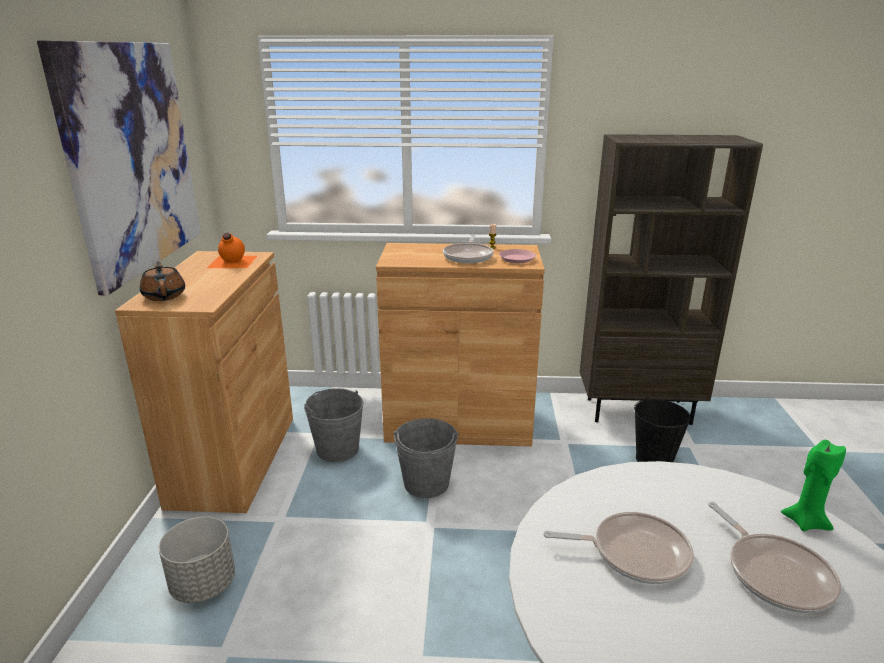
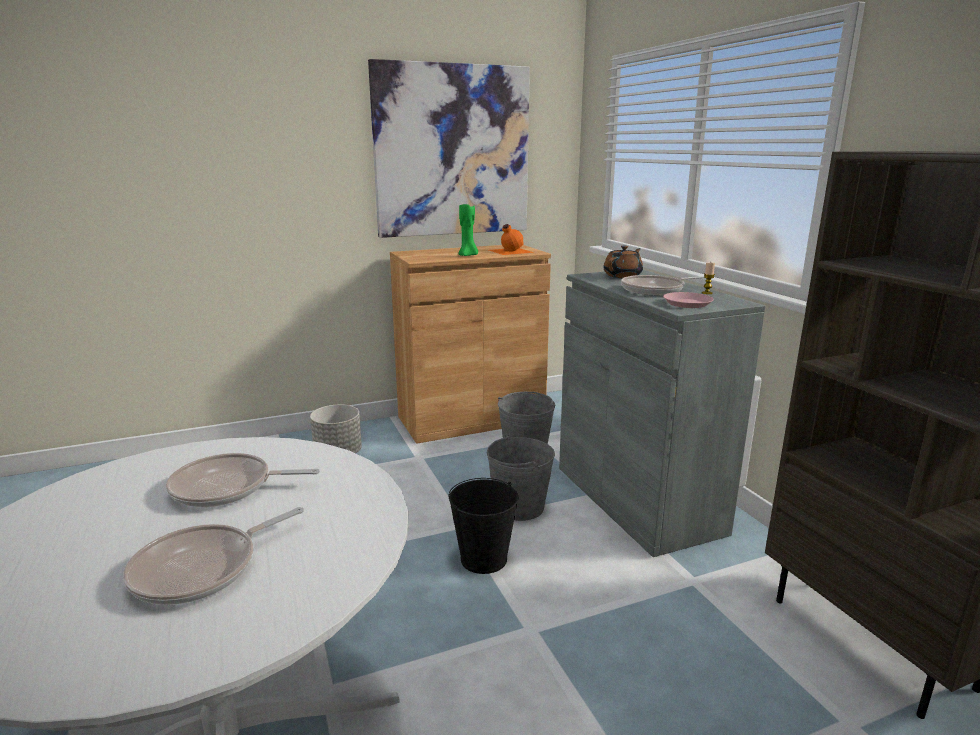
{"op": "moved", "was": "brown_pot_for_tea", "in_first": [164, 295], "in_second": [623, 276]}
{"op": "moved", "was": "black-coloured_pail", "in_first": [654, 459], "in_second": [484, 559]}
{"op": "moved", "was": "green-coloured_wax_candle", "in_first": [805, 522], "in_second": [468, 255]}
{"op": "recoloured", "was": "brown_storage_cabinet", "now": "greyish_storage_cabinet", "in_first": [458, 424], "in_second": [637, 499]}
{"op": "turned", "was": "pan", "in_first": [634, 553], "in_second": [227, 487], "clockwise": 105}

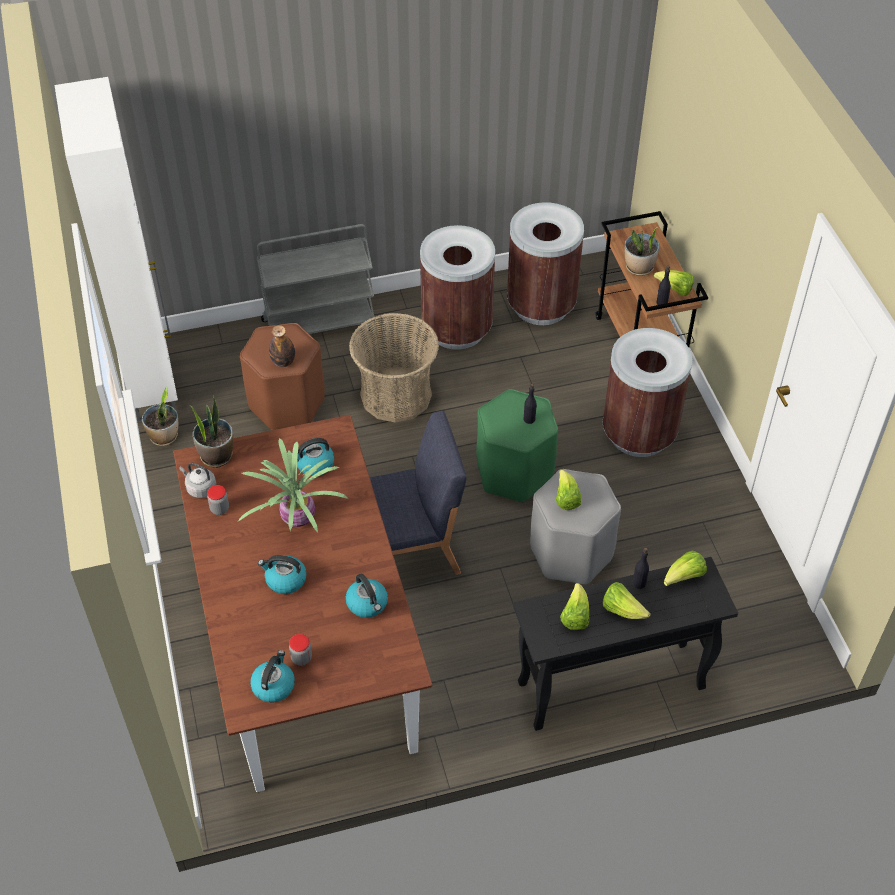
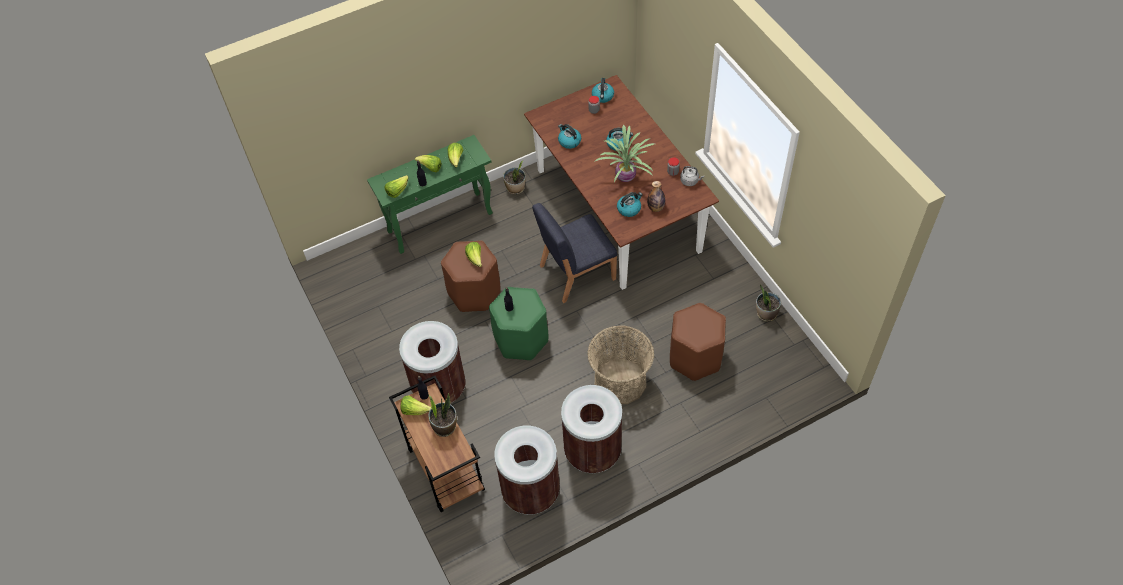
{"op": "removed", "was": "white-coloured_storage_cabinet", "in_first": [152, 383]}
{"op": "removed", "was": "greyish_cart", "in_first": [320, 324]}
{"op": "moved", "was": "potted_plant", "in_first": [216, 455], "in_second": [515, 188]}
{"op": "moved", "was": "beverage_bottle", "in_first": [283, 362], "in_second": [656, 208]}
{"op": "recoloured", "was": "black-coloured_narrow_table", "now": "green-coloured_narrow_table", "in_first": [609, 686], "in_second": [441, 222]}
{"op": "recoloured", "was": "greyish_sitting_stool", "now": "brown_sitting_stool", "in_first": [570, 553], "in_second": [474, 292]}

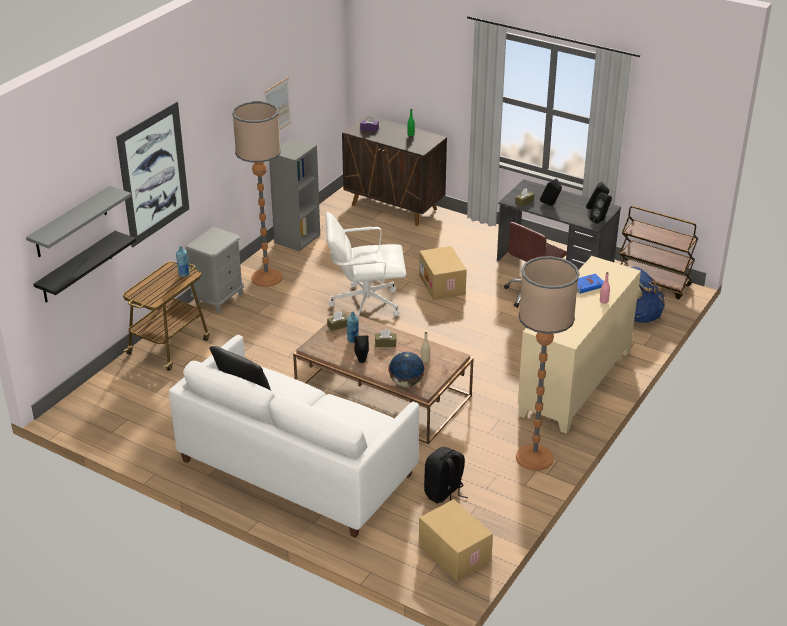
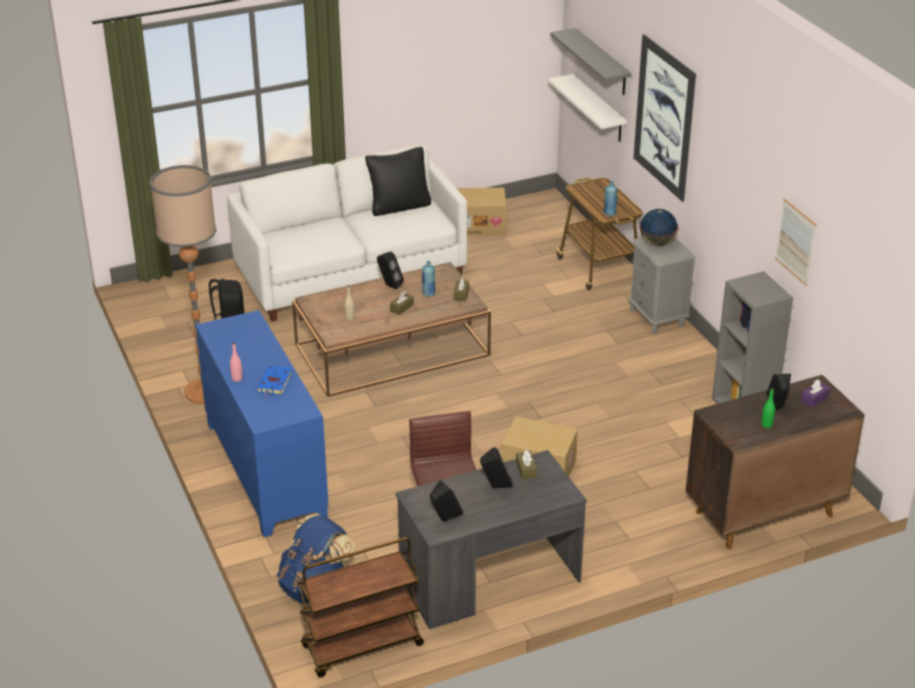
{"op": "removed", "was": "standard_lamp", "in_first": [266, 278]}
{"op": "removed", "was": "white-coloured_office_chair", "in_first": [365, 304]}
{"op": "moved", "was": "world_globe", "in_first": [406, 383], "in_second": [657, 243]}
{"op": "moved", "was": "carton", "in_first": [453, 553], "in_second": [479, 225]}
{"op": "moved", "was": "black-coloured_loudspeaker", "in_first": [600, 221], "in_second": [777, 408]}
{"op": "recoloured", "was": "black-coloured_bracket_shelf", "now": "white-coloured_bracket_shelf", "in_first": [77, 267], "in_second": [598, 109]}
{"op": "recoloured", "was": "sand-coloured_storage_cabinet", "now": "blue_storage_cabinet", "in_first": [576, 383], "in_second": [264, 470]}

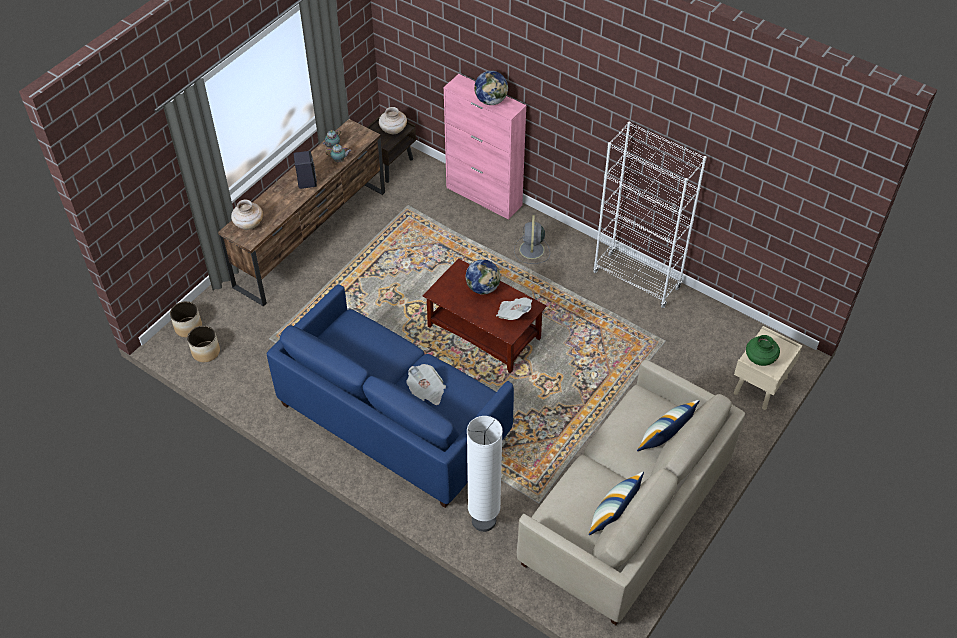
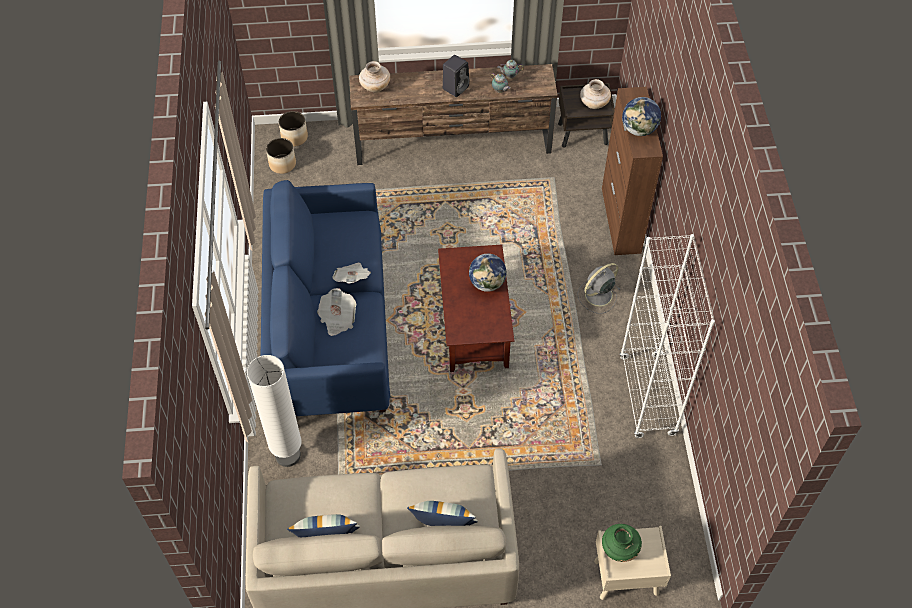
{"op": "moved", "was": "printed_paper", "in_first": [513, 314], "in_second": [352, 279]}
{"op": "recoloured", "was": "pinkish_storage_cabinet", "now": "brown_storage_cabinet", "in_first": [484, 196], "in_second": [621, 220]}

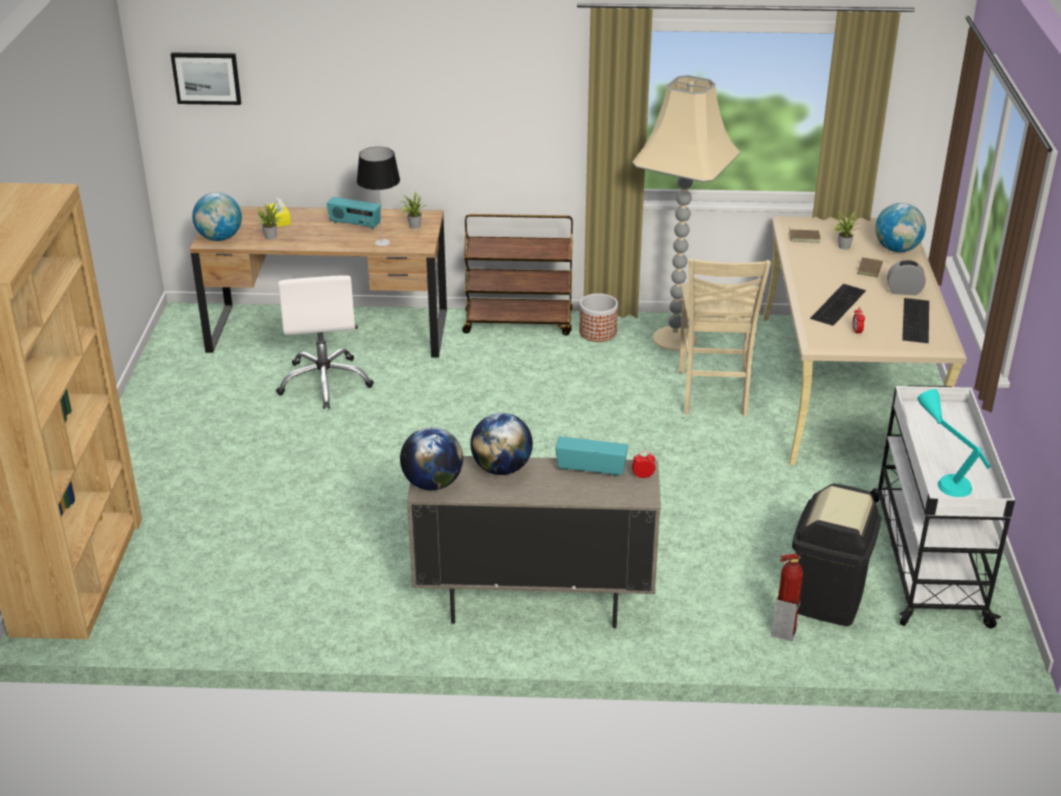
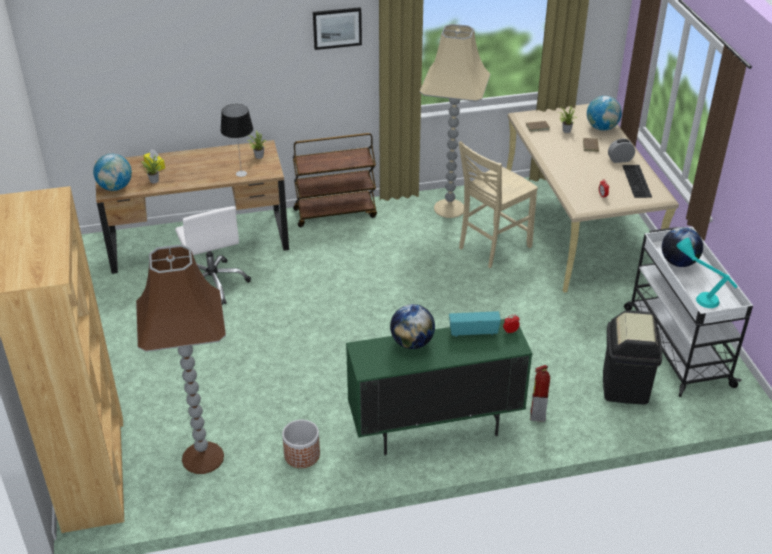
{"op": "removed", "was": "radio", "in_first": [355, 224]}
{"op": "removed", "was": "keyboard", "in_first": [837, 303]}
{"op": "added", "now": "brown_standard_lamp", "in_second": [202, 457]}
{"op": "moved", "was": "wall_picture", "in_first": [206, 78], "in_second": [337, 28]}
{"op": "moved", "was": "world_globe", "in_first": [432, 484], "in_second": [678, 262]}
{"op": "moved", "was": "plant_pot", "in_first": [597, 332], "in_second": [301, 455]}
{"op": "moved", "was": "fire_extinguisher", "in_first": [783, 631], "in_second": [537, 415]}
{"op": "recoloured", "was": "sand-coloured_storage_cabinet", "now": "green-coloured_storage_cabinet", "in_first": [534, 603], "in_second": [435, 428]}
{"op": "turned", "was": "sand-coloured_chair", "in_first": [713, 394], "in_second": [492, 247], "clockwise": 60}

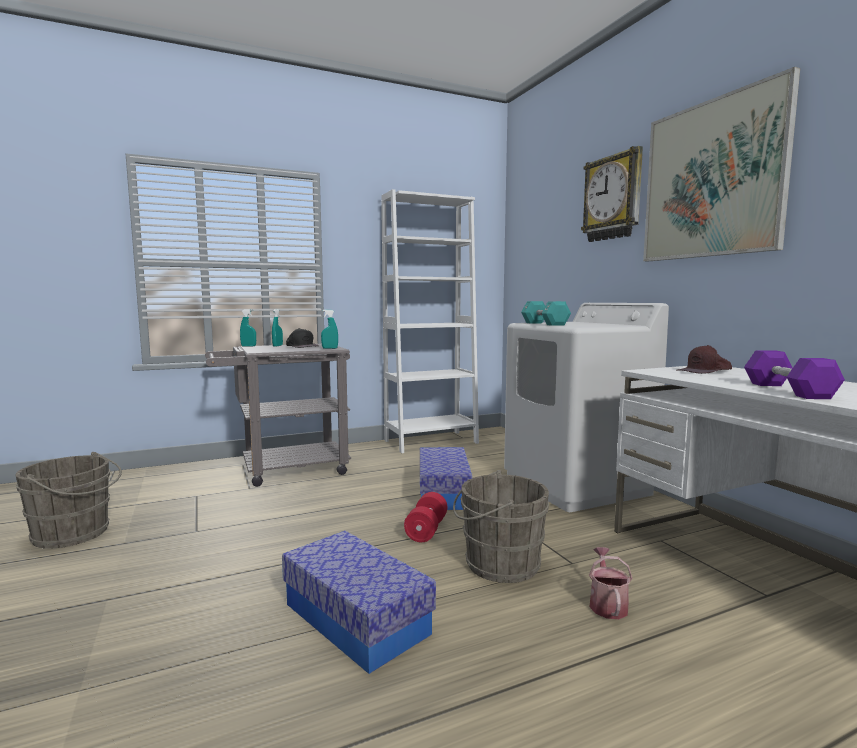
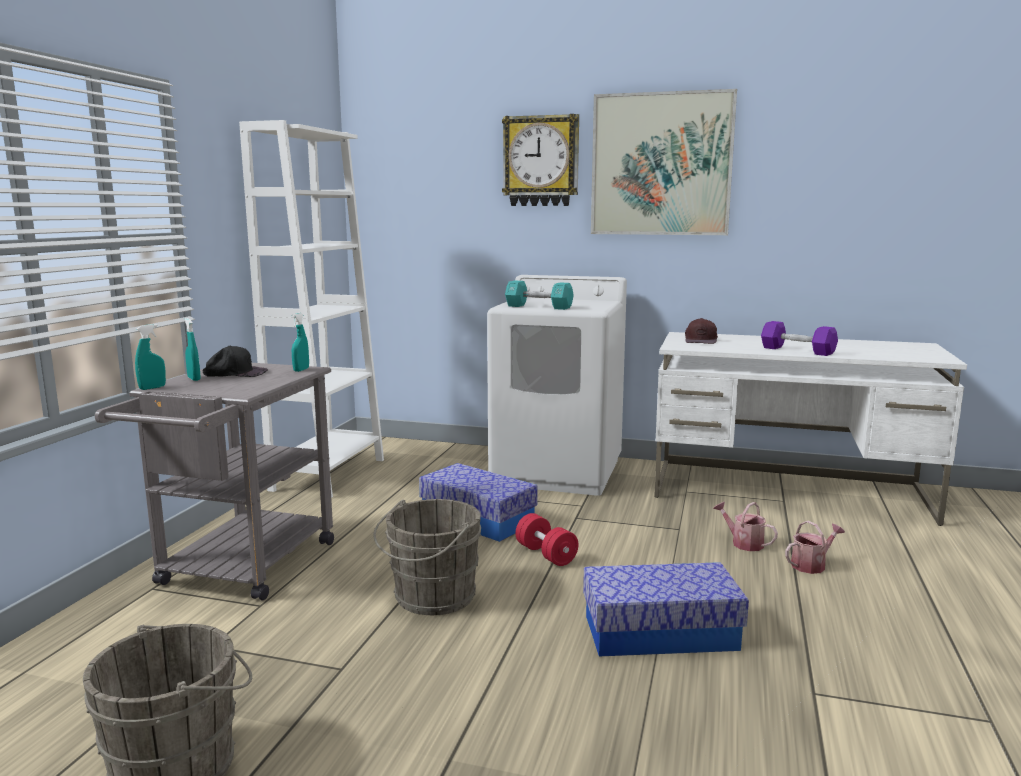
{"op": "added", "now": "watering_can", "in_second": [811, 565]}
{"op": "moved", "was": "greyish_pail", "in_first": [497, 564], "in_second": [431, 598]}

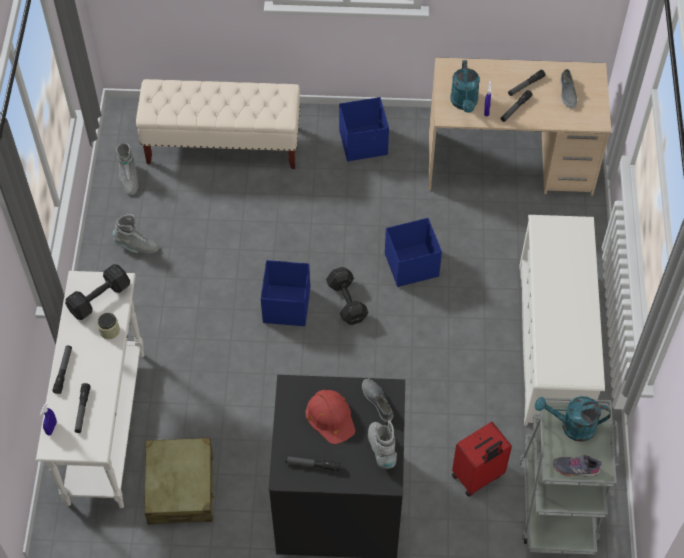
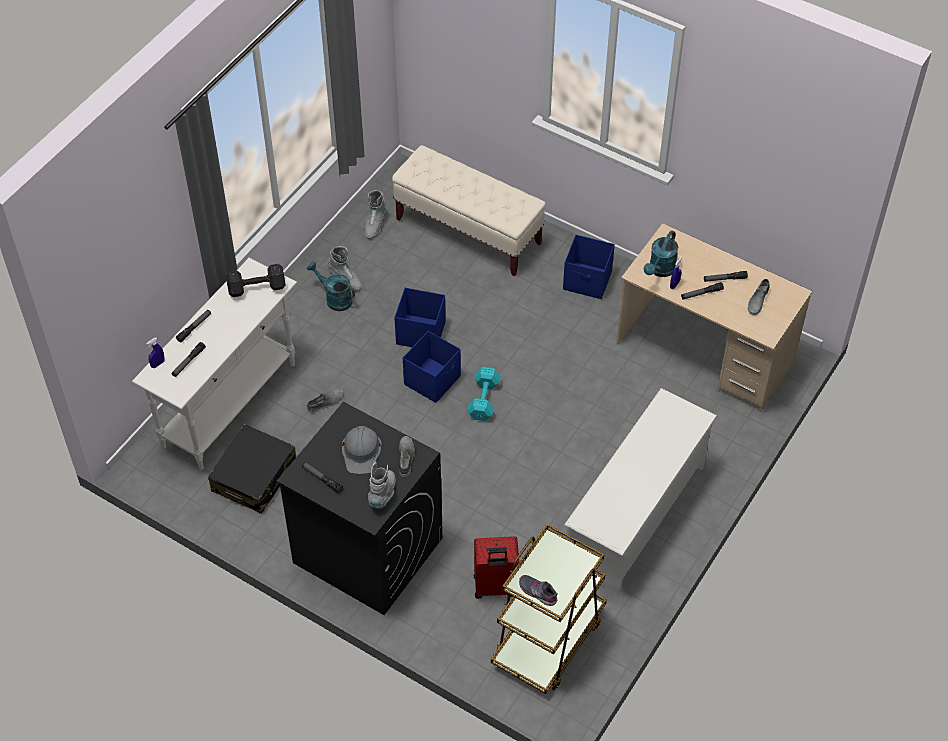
{"op": "removed", "was": "jar", "in_first": [109, 331]}
{"op": "added", "now": "greyish_shoe", "in_second": [325, 403]}
{"op": "moved", "was": "blue_storage_box", "in_first": [410, 265], "in_second": [420, 333]}
{"op": "moved", "was": "turquoise_watering_can", "in_first": [571, 426], "in_second": [334, 298]}
{"op": "recoloured", "was": "sand-coloured_suitcase", "now": "black-coloured_suitcase", "in_first": [180, 487], "in_second": [255, 476]}
{"op": "recoloured", "was": "red_hard_hat", "now": "greyish_hard_hat", "in_first": [330, 416], "in_second": [361, 451]}
{"op": "recoloured", "was": "black-coloured_dumbbell", "now": "turquoise_dumbbell", "in_first": [347, 300], "in_second": [484, 399]}
{"op": "recoloured", "was": "greyish_cart", "now": "brown_cart", "in_first": [557, 501], "in_second": [548, 640]}

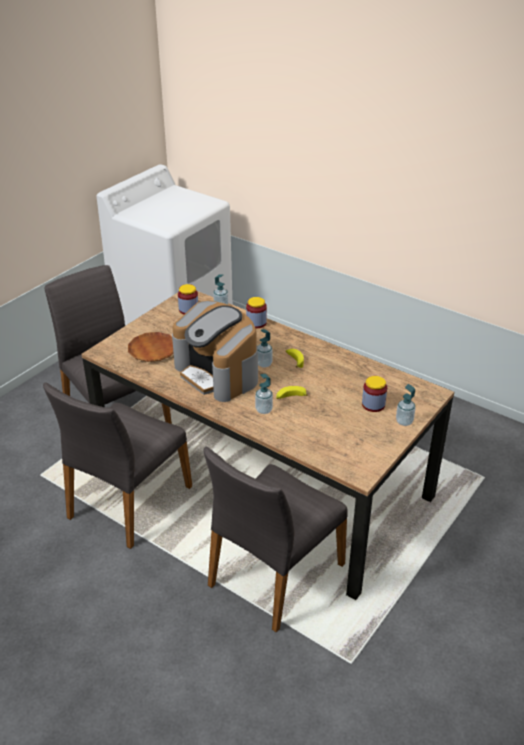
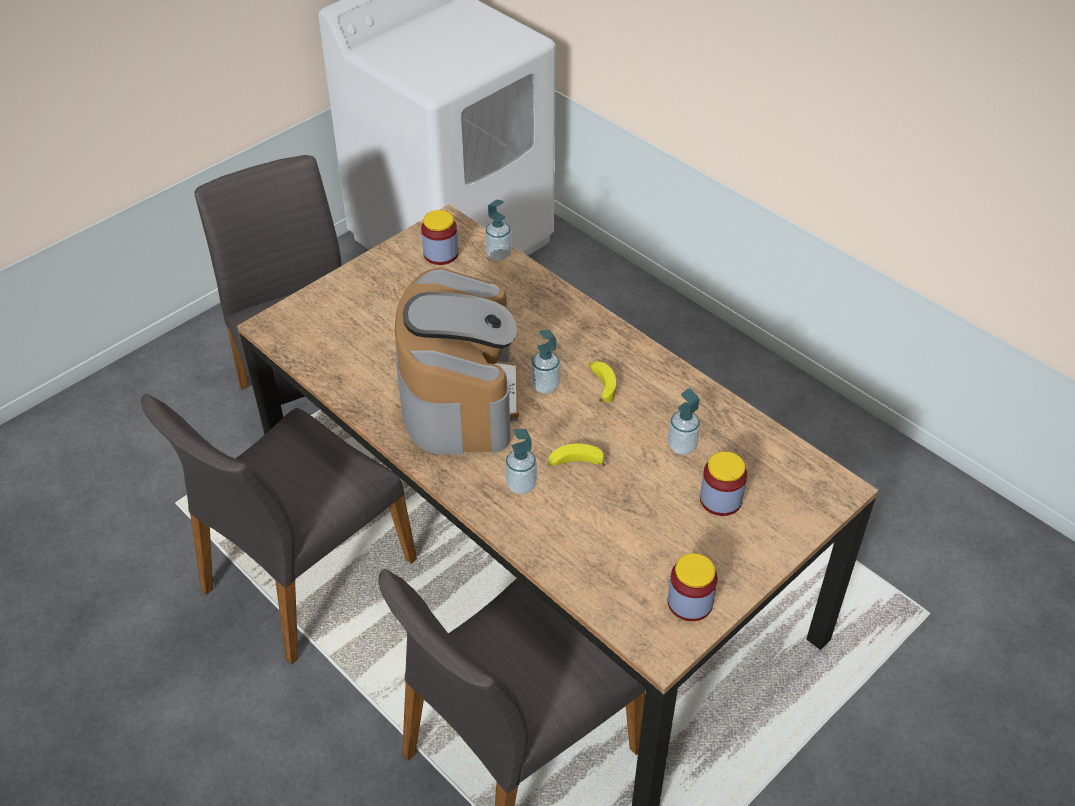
{"op": "removed", "was": "brown_plate", "in_first": [153, 350]}
{"op": "moved", "was": "jar", "in_first": [256, 323], "in_second": [690, 602]}
{"op": "moved", "was": "soap_dispenser", "in_first": [404, 421], "in_second": [682, 446]}
{"op": "turned", "was": "coffee_machine", "in_first": [218, 373], "in_second": [460, 396], "clockwise": -150}

